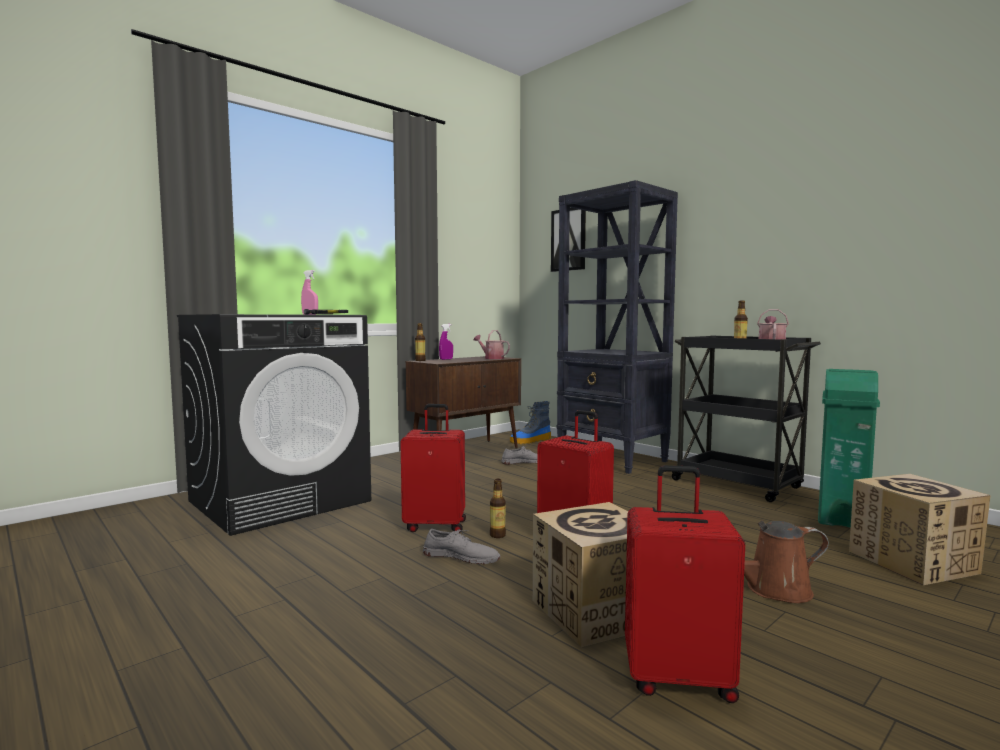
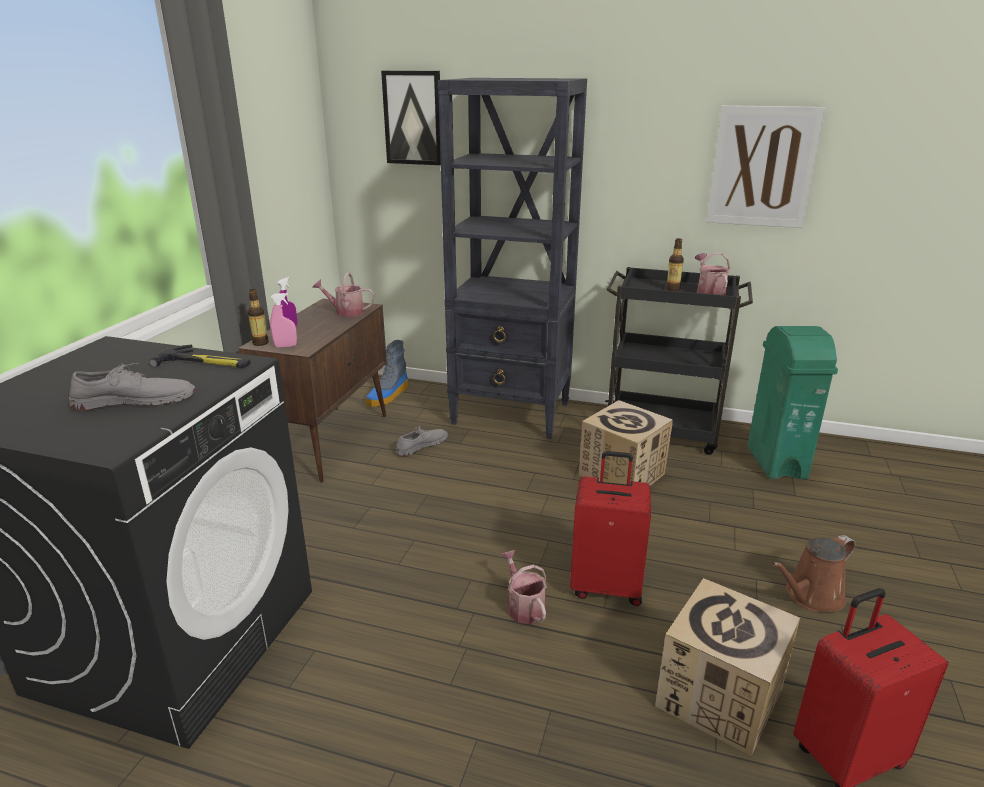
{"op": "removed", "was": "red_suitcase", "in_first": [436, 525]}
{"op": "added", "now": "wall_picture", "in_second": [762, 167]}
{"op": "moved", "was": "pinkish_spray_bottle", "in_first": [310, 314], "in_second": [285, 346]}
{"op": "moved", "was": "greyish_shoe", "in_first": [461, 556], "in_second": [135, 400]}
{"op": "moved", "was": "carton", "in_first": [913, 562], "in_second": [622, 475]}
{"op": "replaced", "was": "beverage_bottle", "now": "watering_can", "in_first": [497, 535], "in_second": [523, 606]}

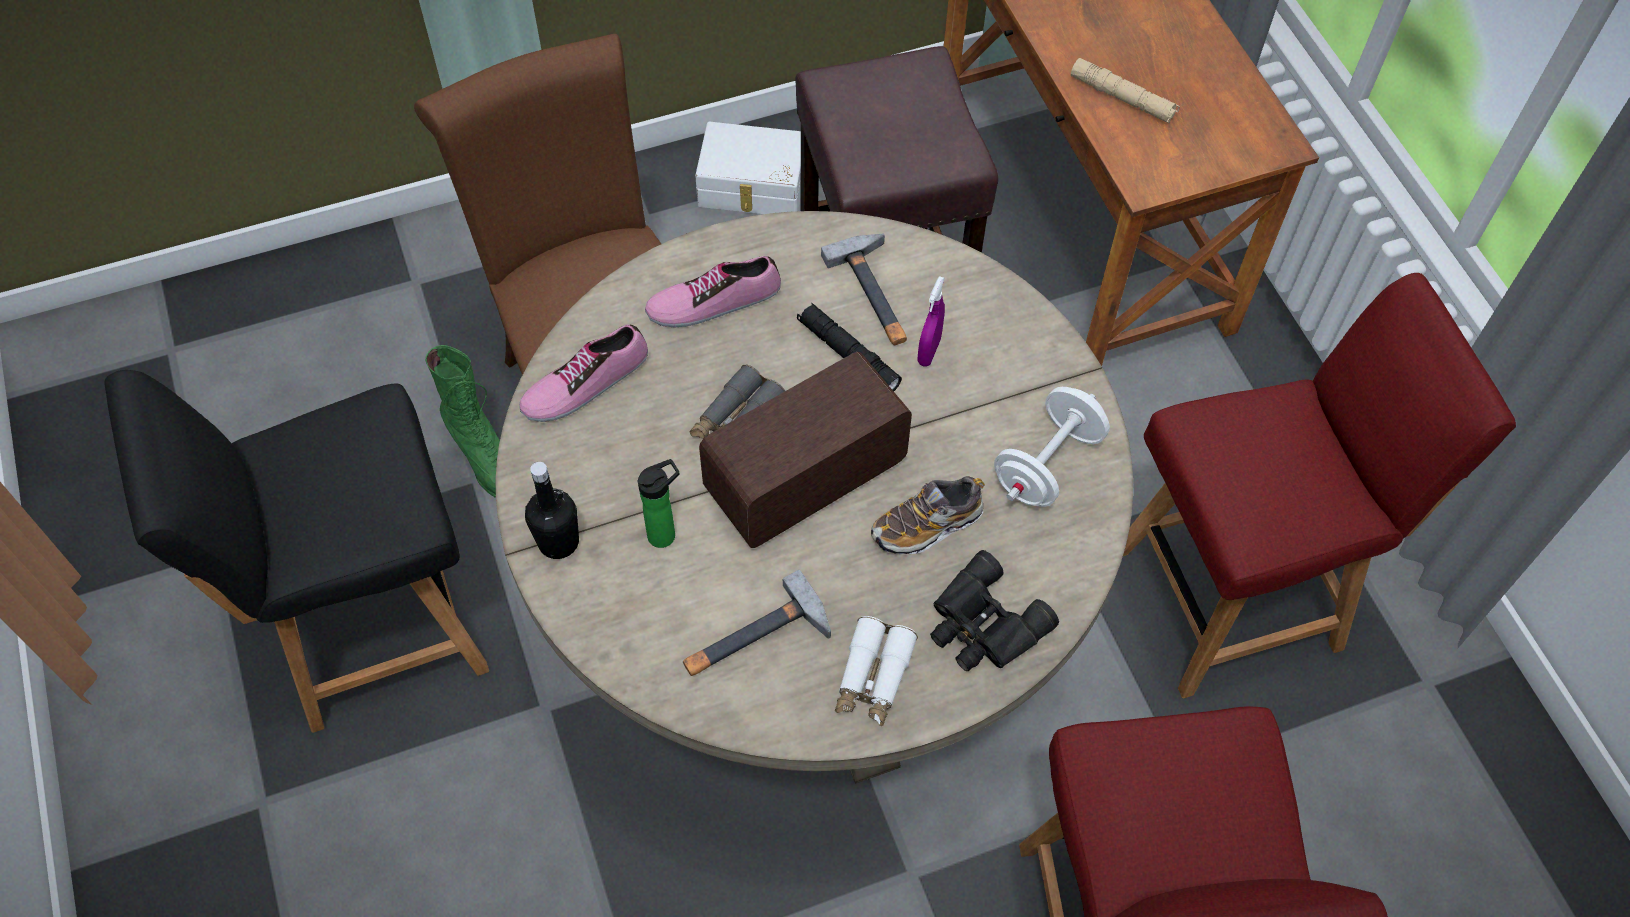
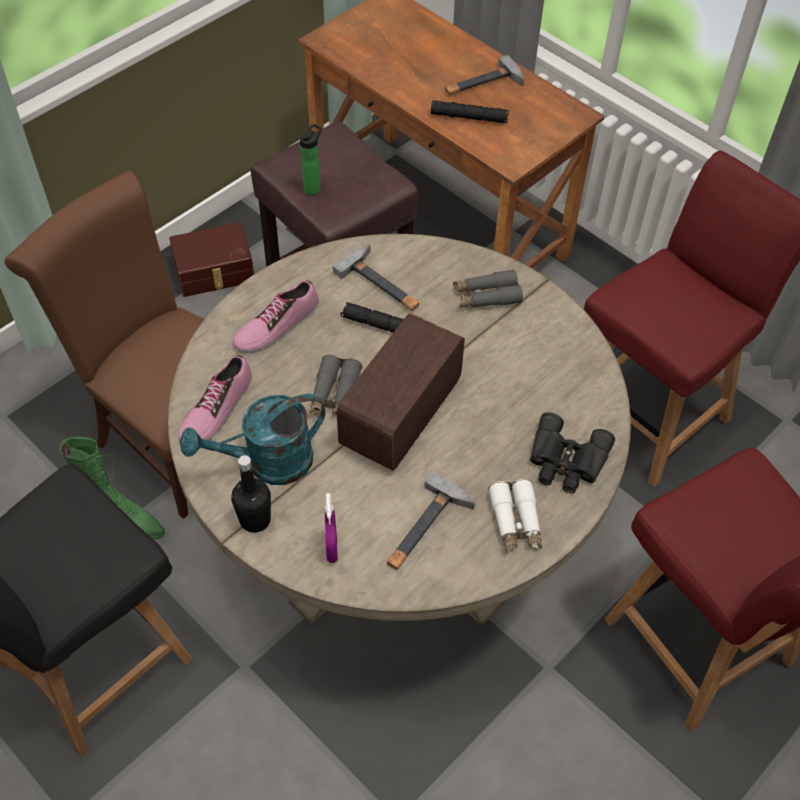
{"op": "removed", "was": "shoe", "in_first": [927, 525]}
{"op": "removed", "was": "white-coloured_dumbbell", "in_first": [1047, 464]}
{"op": "added", "now": "turquoise_watering_can", "in_second": [267, 463]}
{"op": "added", "now": "tool_hammer", "in_second": [483, 84]}
{"op": "added", "now": "greyish_binoculars", "in_second": [486, 296]}
{"op": "moved", "was": "beverage_bottle", "in_first": [665, 533], "in_second": [313, 187]}
{"op": "moved", "was": "purple-coloured_spray_bottle", "in_first": [929, 351], "in_second": [331, 548]}
{"op": "recoloured", "was": "white-coloured_storage_box", "now": "brown_storage_box", "in_first": [752, 187], "in_second": [215, 272]}
{"op": "recoloured", "was": "sand-coloured_flashlight", "now": "black-coloured_flashlight", "in_first": [1122, 98], "in_second": [469, 117]}

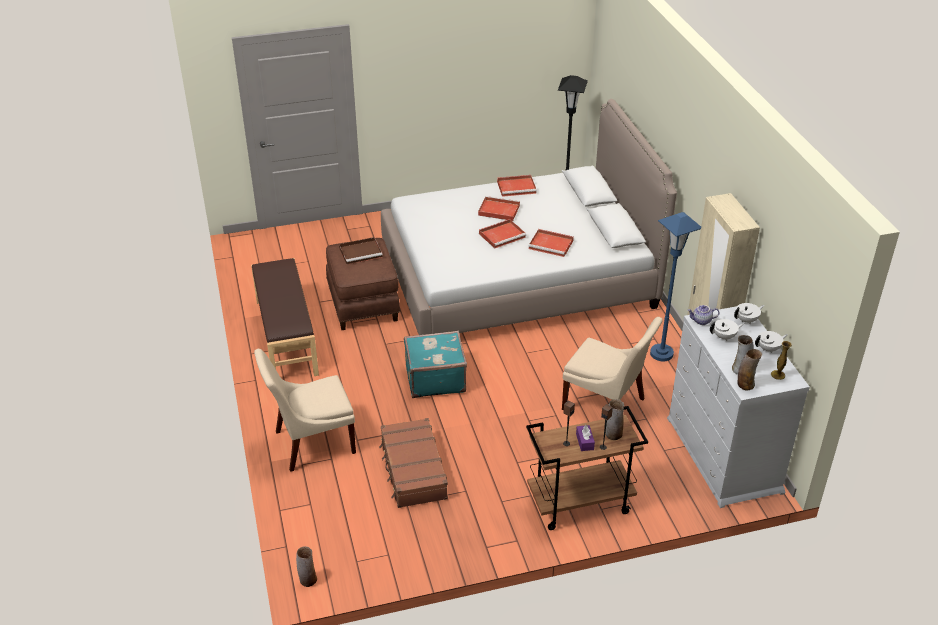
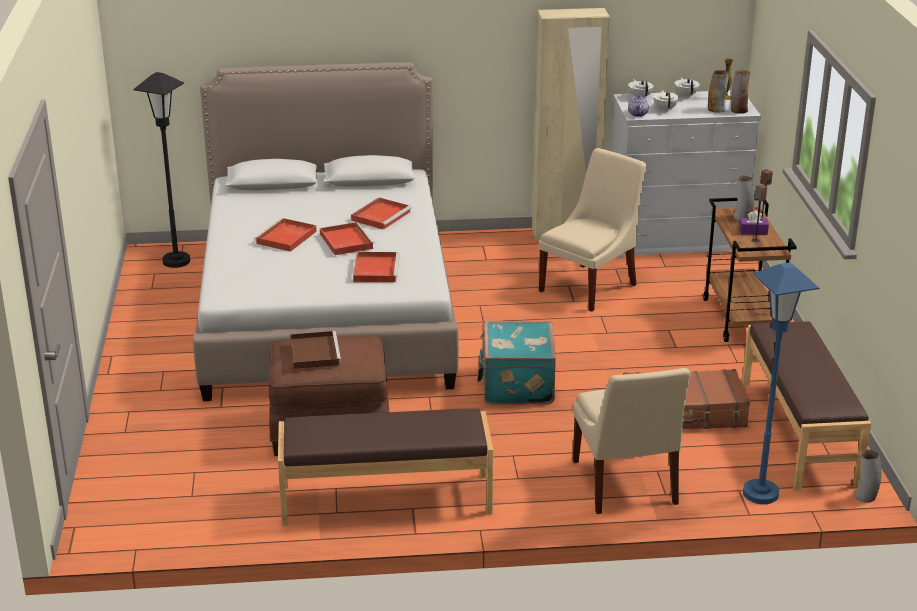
{"op": "added", "now": "brown_long_seat", "in_second": [799, 432]}
{"op": "moved", "was": "red_carrying_tray", "in_first": [517, 187], "in_second": [375, 269]}
{"op": "moved", "was": "blue_standard_lamp", "in_first": [661, 353], "in_second": [760, 494]}

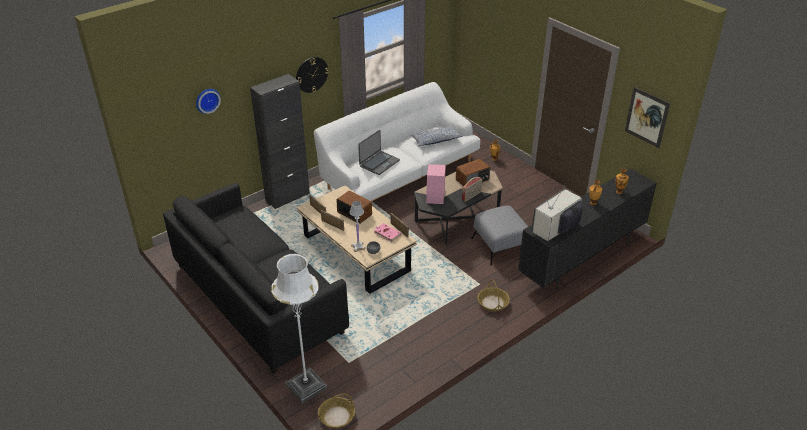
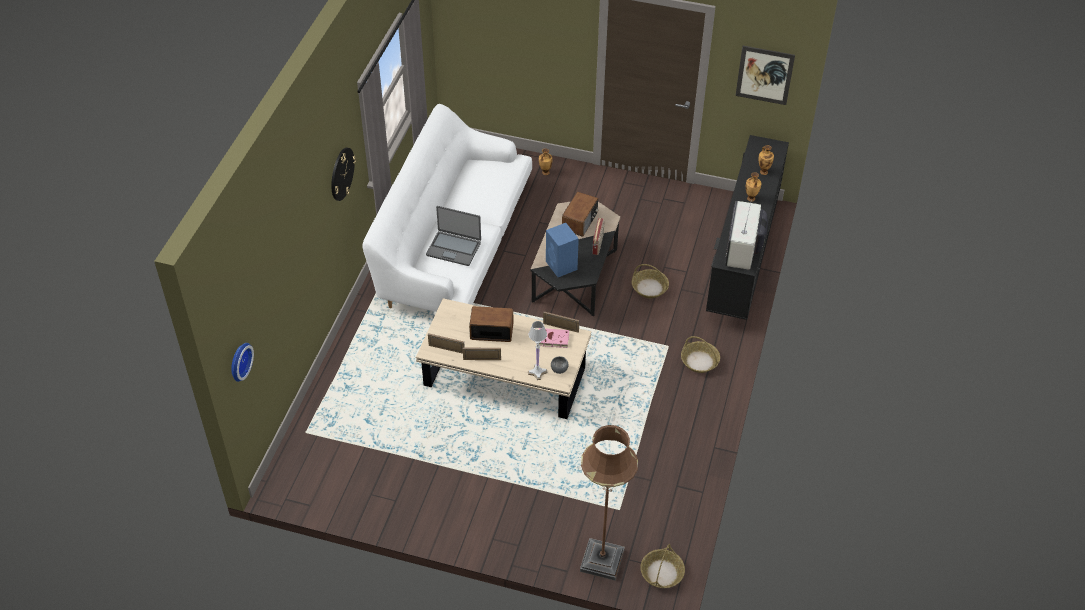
{"op": "removed", "was": "black-coloured_settee", "in_first": [257, 298]}
{"op": "removed", "was": "black-coloured_storage_cabinet", "in_first": [287, 197]}
{"op": "removed", "was": "cushion", "in_first": [436, 140]}
{"op": "moved", "was": "wall_clock", "in_first": [207, 100], "in_second": [238, 361]}
{"op": "replaced", "was": "greyish_ottoman", "now": "basket", "in_first": [500, 246], "in_second": [650, 288]}
{"op": "recoloured", "was": "white-coloured_standard_lamp", "now": "brown_standard_lamp", "in_first": [306, 386], "in_second": [602, 560]}
{"op": "recoloured", "was": "pinkish_loudspeaker", "now": "blue_loudspeaker", "in_first": [435, 198], "in_second": [561, 266]}
{"op": "turned", "was": "portable_computer", "in_first": [379, 163], "in_second": [454, 248], "clockwise": 105}

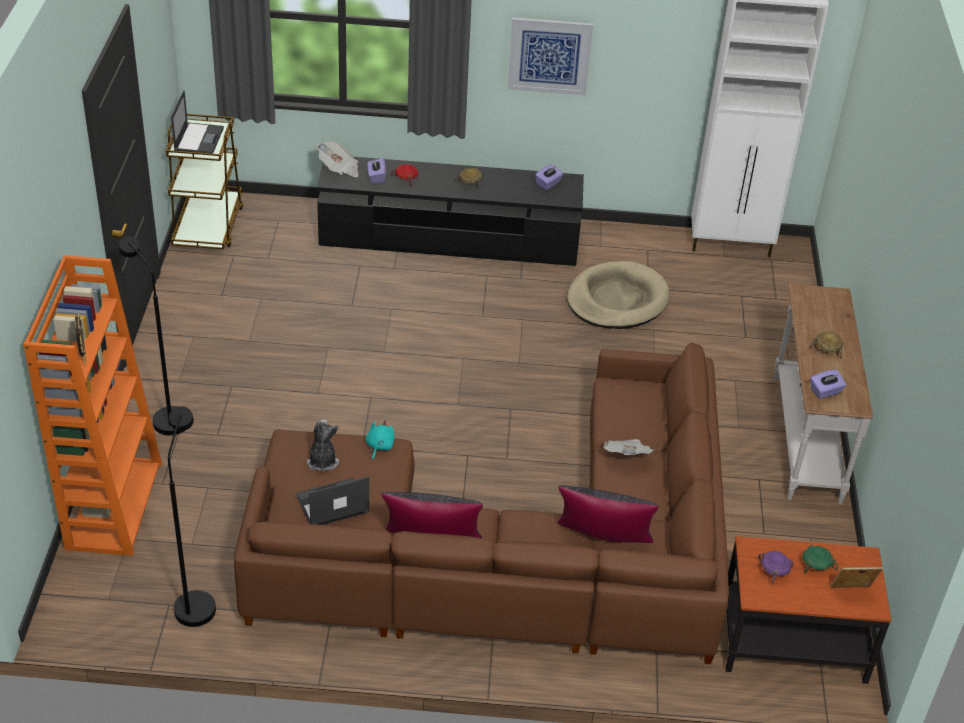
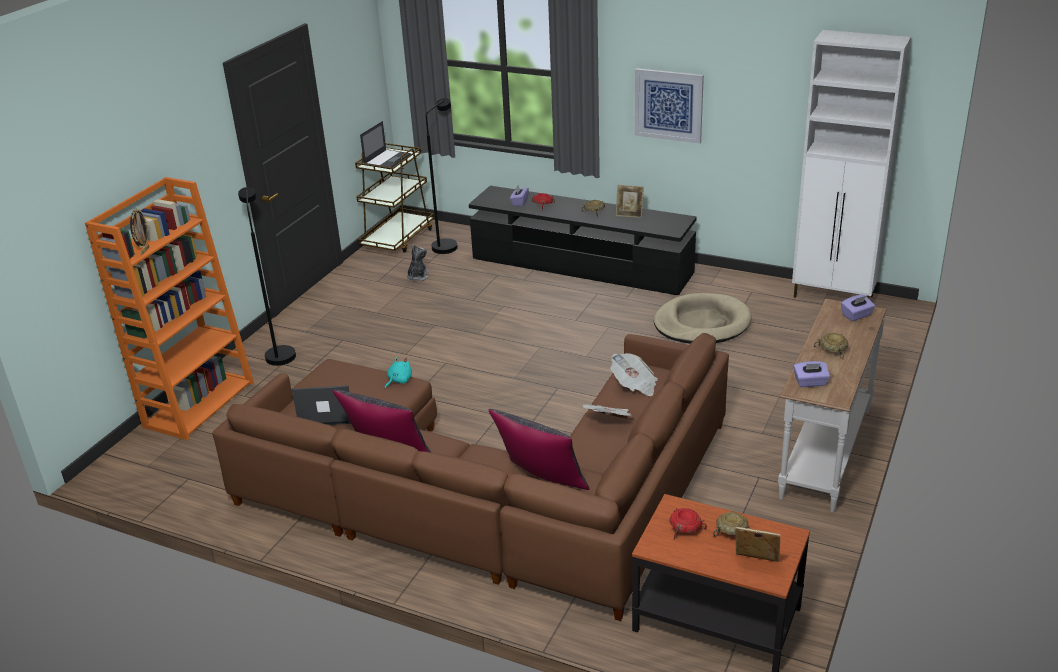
{"op": "added", "now": "picture_frame", "in_second": [629, 215]}
{"op": "moved", "was": "black-coloured_standard_lamp", "in_first": [195, 601], "in_second": [447, 244]}
{"op": "moved", "was": "cuddly_toy", "in_first": [322, 461], "in_second": [417, 276]}
{"op": "moved", "was": "printed_paper", "in_first": [339, 169], "in_second": [634, 385]}
{"op": "moved", "was": "purple-coloured_box_of_tissues", "in_first": [548, 184], "in_second": [856, 315]}
{"op": "recoloured", "was": "purple-coloured_bowl", "now": "red_bowl", "in_first": [773, 571], "in_second": [684, 529]}
{"op": "recoloured", "was": "green-coloured_bowl", "now": "sand-coloured_bowl", "in_first": [816, 565], "in_second": [732, 533]}

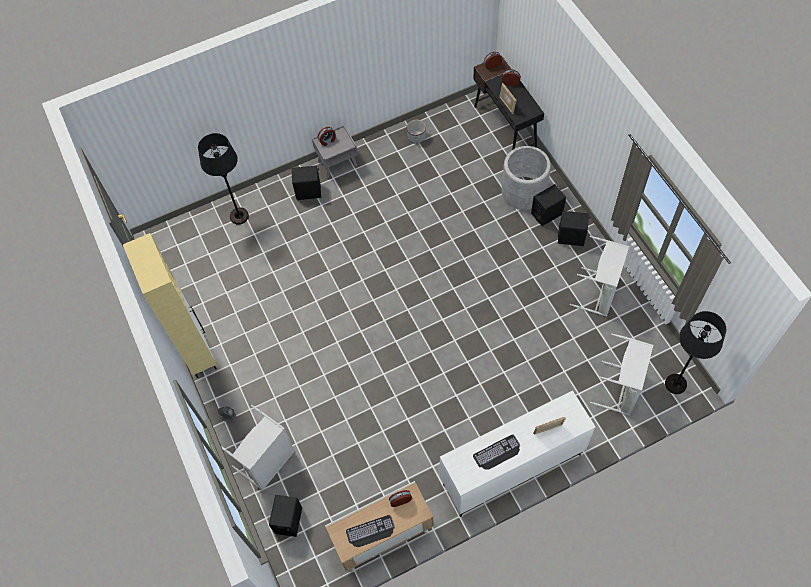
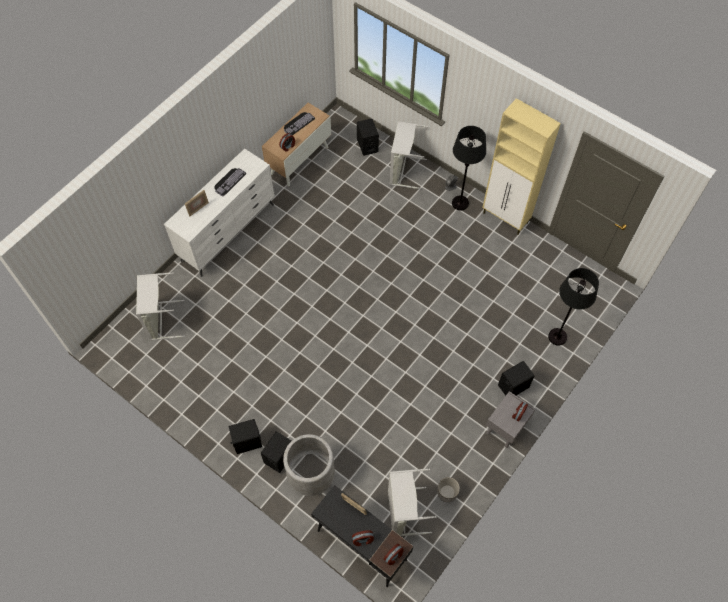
{"op": "moved", "was": "greyish_hamper", "in_first": [600, 293], "in_second": [403, 512]}
{"op": "moved", "was": "black-coloured_standard_lamp", "in_first": [675, 384], "in_second": [460, 203]}

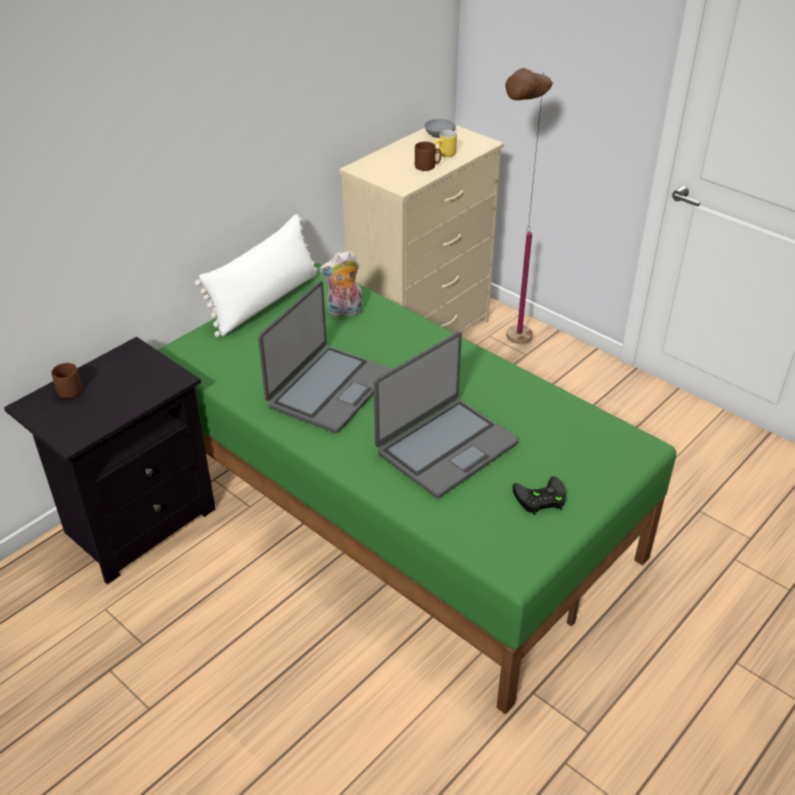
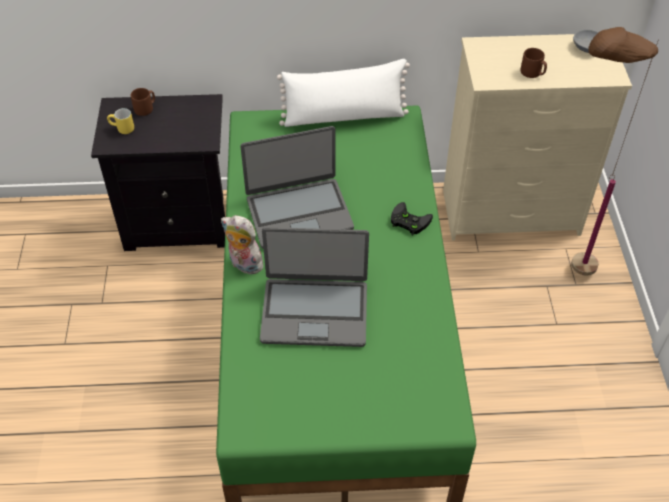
{"op": "moved", "was": "cuddly_toy", "in_first": [344, 312], "in_second": [243, 265]}
{"op": "moved", "was": "yellow_coffee_mug", "in_first": [444, 155], "in_second": [122, 130]}
{"op": "moved", "was": "black-coloured_joypad", "in_first": [539, 499], "in_second": [408, 221]}

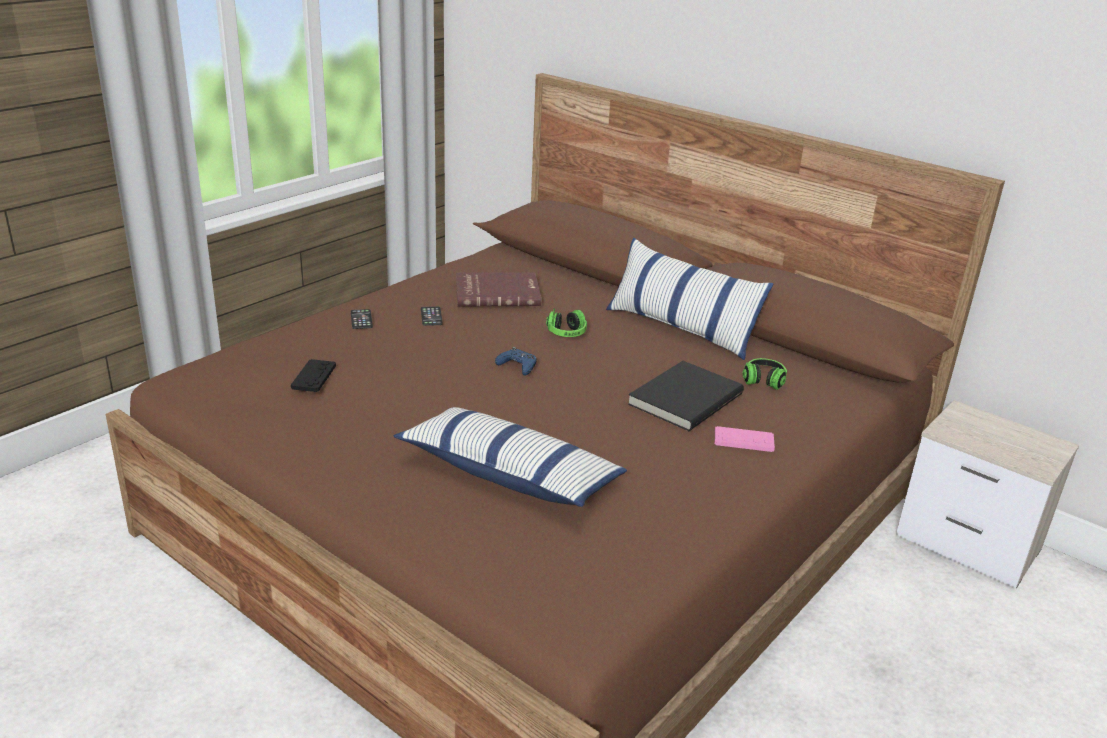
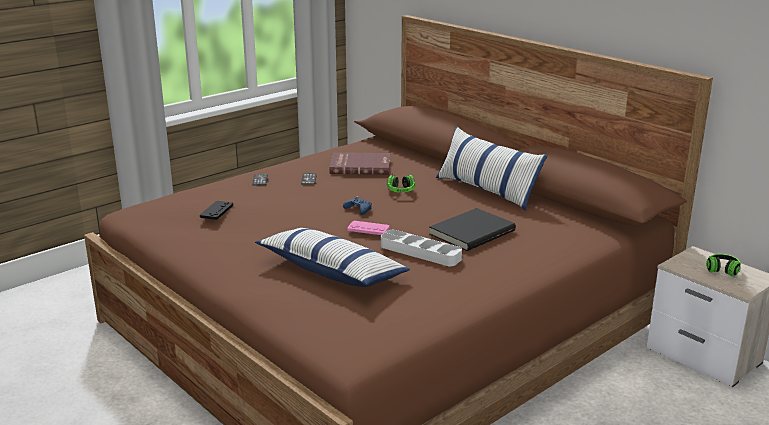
{"op": "added", "now": "greyish_carrying_tray", "in_second": [420, 252]}
{"op": "moved", "was": "pinkish_joypad", "in_first": [743, 440], "in_second": [368, 229]}
{"op": "moved", "was": "headset", "in_first": [762, 384], "in_second": [721, 272]}

